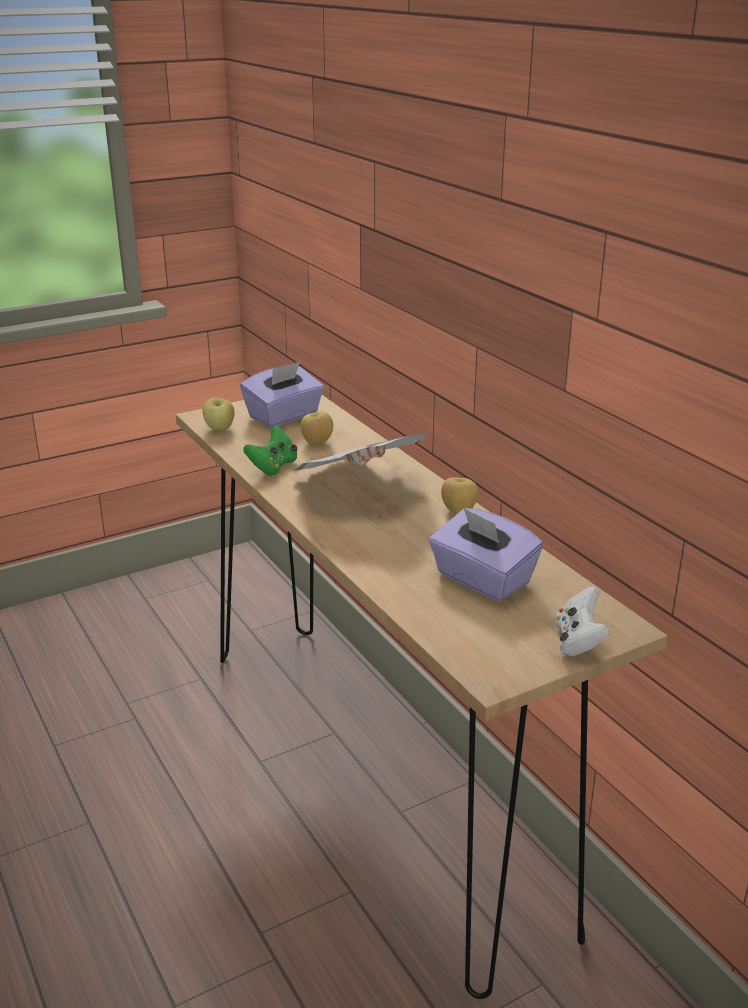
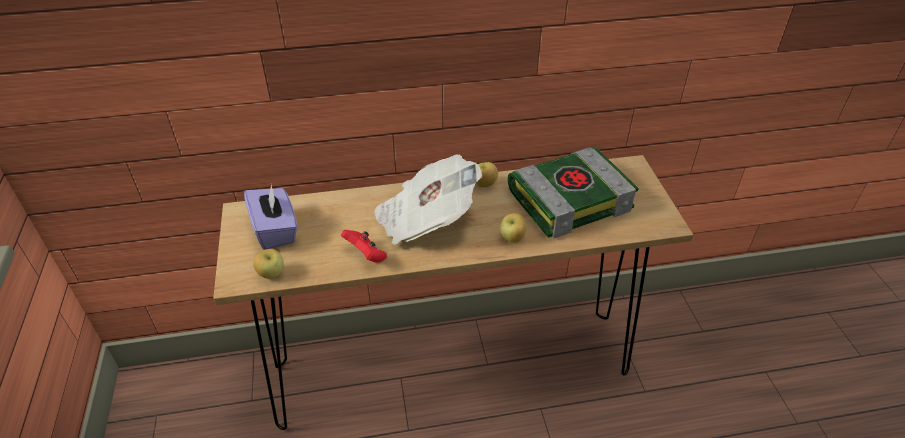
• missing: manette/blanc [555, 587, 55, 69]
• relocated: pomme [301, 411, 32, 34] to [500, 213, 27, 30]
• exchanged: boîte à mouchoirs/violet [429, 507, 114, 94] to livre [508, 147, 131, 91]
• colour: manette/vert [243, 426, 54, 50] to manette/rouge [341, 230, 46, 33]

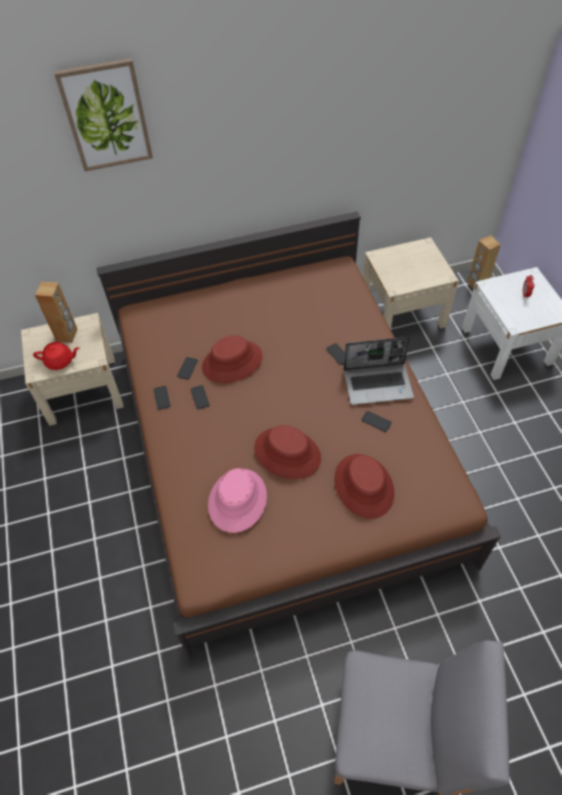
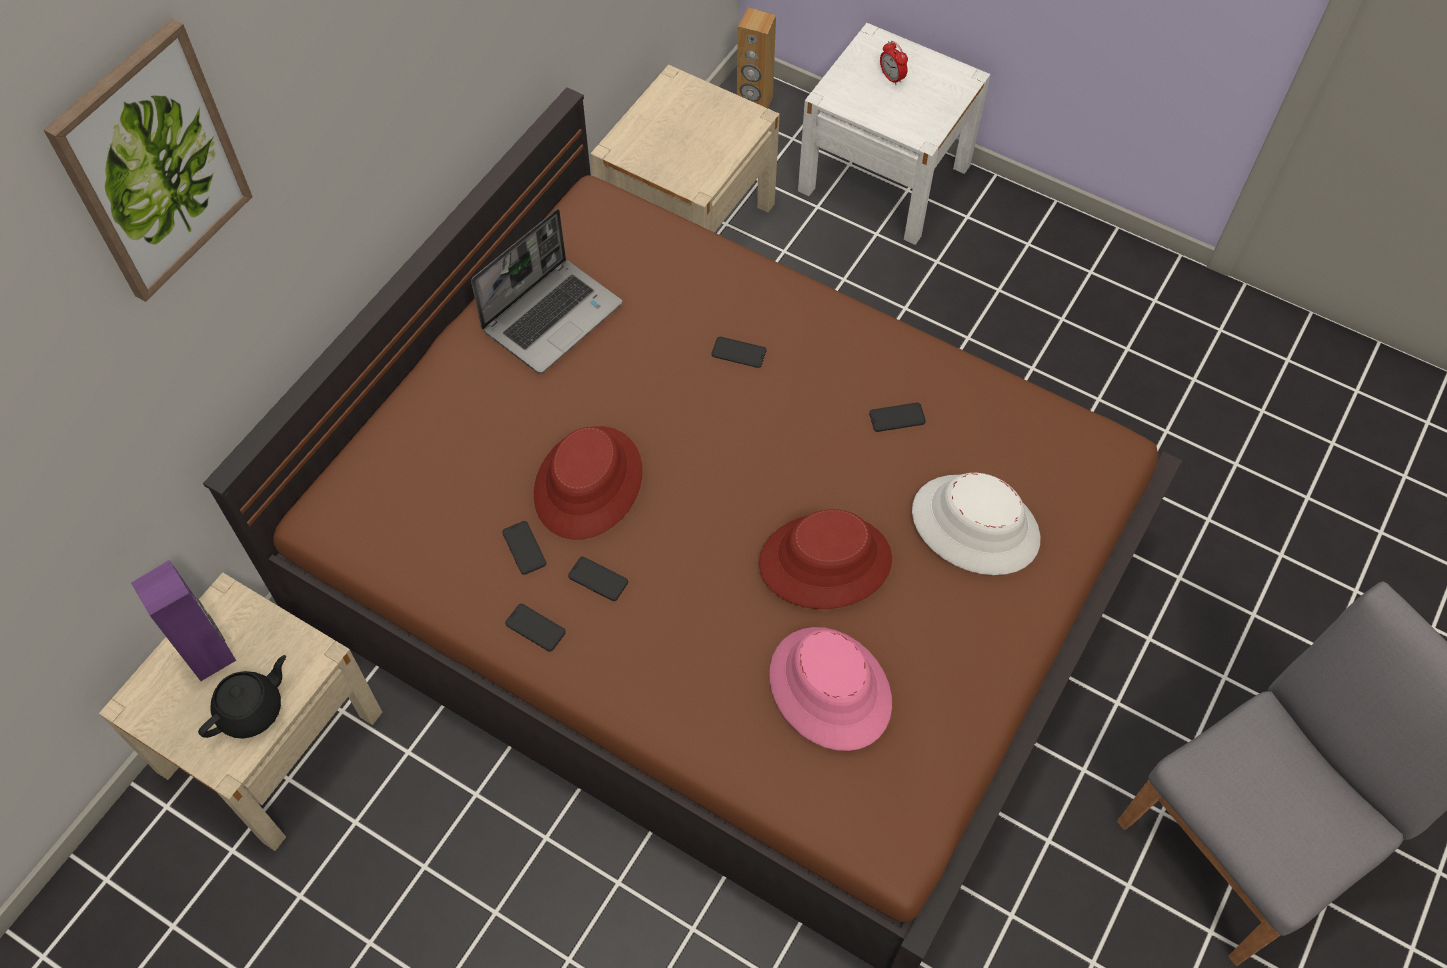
• relocated: ordinateur portable [343, 337, 71, 68] to [471, 209, 151, 164]
• colour: théière/rouge [33, 342, 46, 28] to théière/noir [198, 655, 88, 84]
• colour: enceinte/marron [35, 282, 43, 61] to enceinte/violet [131, 560, 105, 121]
• colour: chapeau/rouge [334, 454, 60, 65] to chapeau/blanc [912, 473, 128, 102]

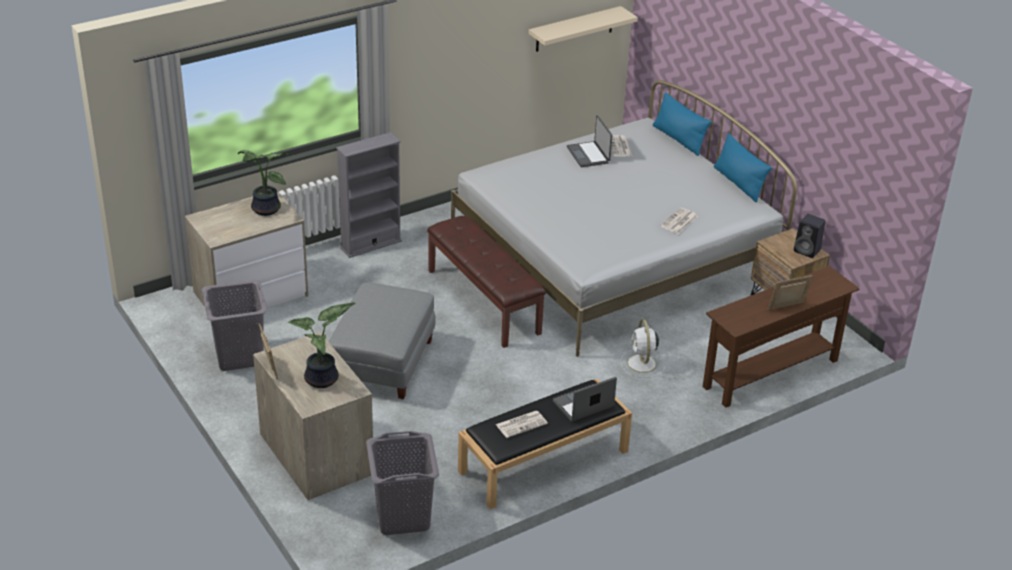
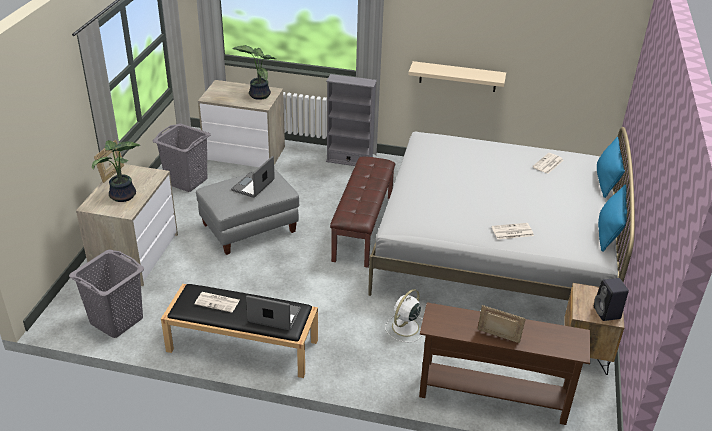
• relocated: étagère/beige [529, 6, 109, 46] to [408, 61, 98, 31]
• relocated: ordinateur portable [567, 115, 45, 52] to [231, 156, 44, 42]

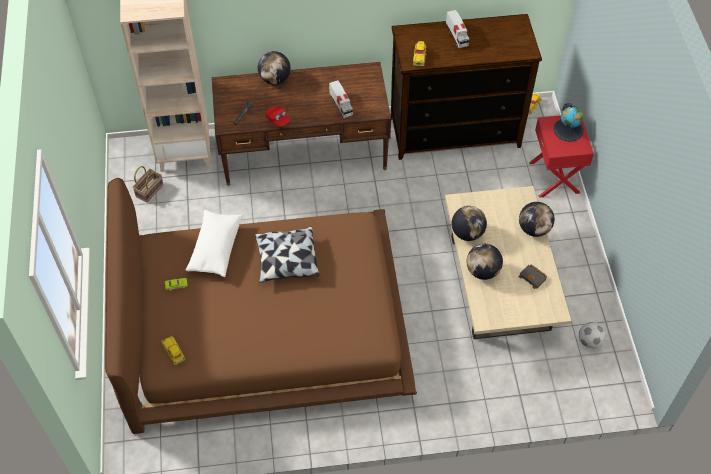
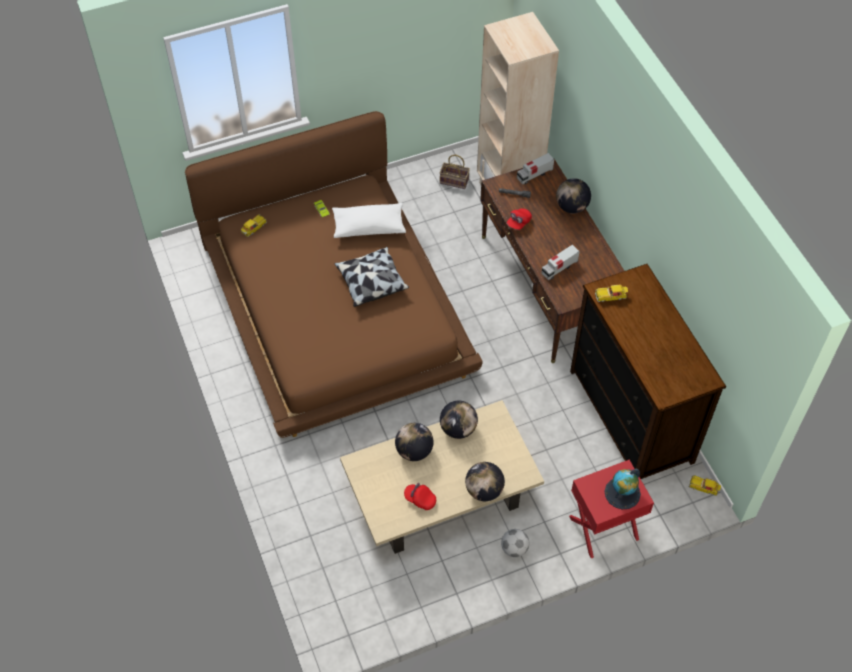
• relocated: camion jouet [446, 10, 23, 38] to [517, 153, 37, 32]
• relocated: ballon de foot [579, 322, 26, 26] to [501, 529, 28, 28]
• exchanged: livre/noir [519, 265, 28, 24] to casquette/rouge [404, 483, 32, 27]

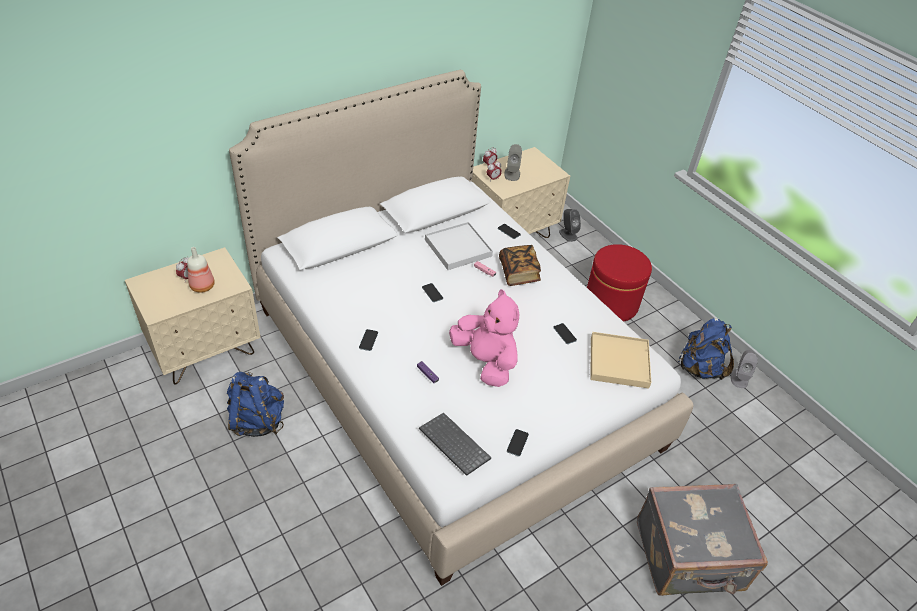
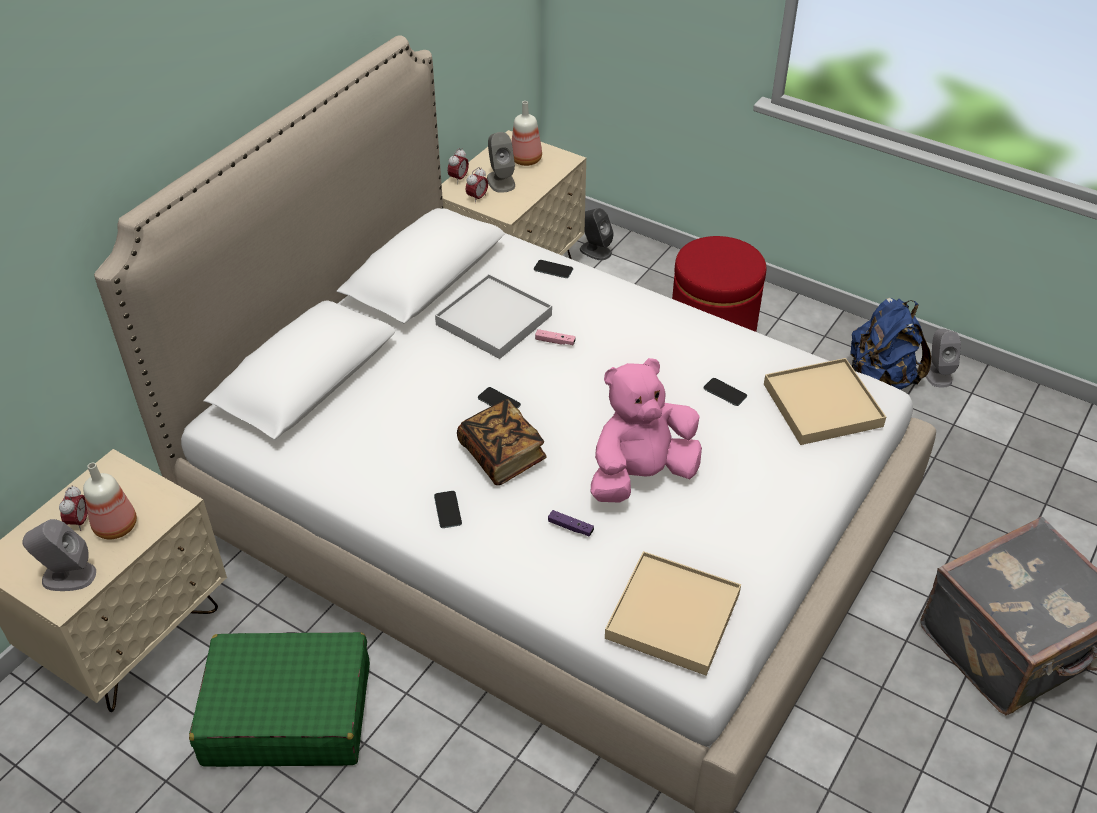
• missing: téléphone [507, 429, 22, 27]
• appeared: enceinte/gris [22, 519, 74, 72]
• appeared: bouteille [511, 101, 31, 65]
• relocated: livre [499, 245, 42, 41] to [457, 399, 90, 86]
• exchanged: sac à dos/bleu [227, 372, 57, 65] to valise/vert [189, 632, 181, 135]
• exchanged: clavier [419, 413, 72, 63] to plateau/beige [605, 551, 136, 125]
• spun: peluche/rose [449, 289, 70, 98] = [591, 358, 111, 145] 60 degrees counterclockwise

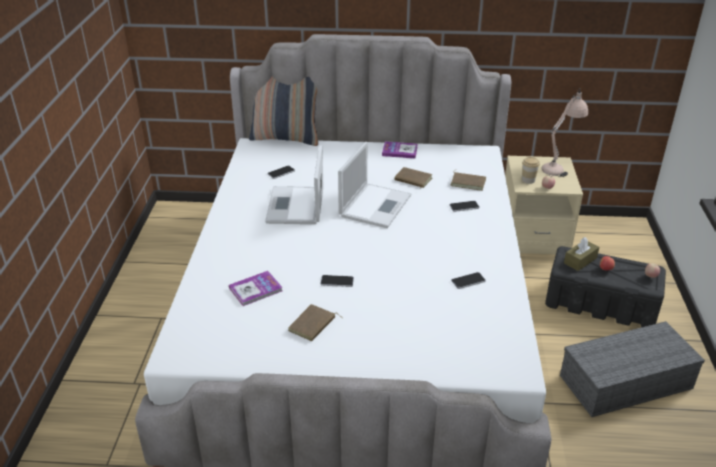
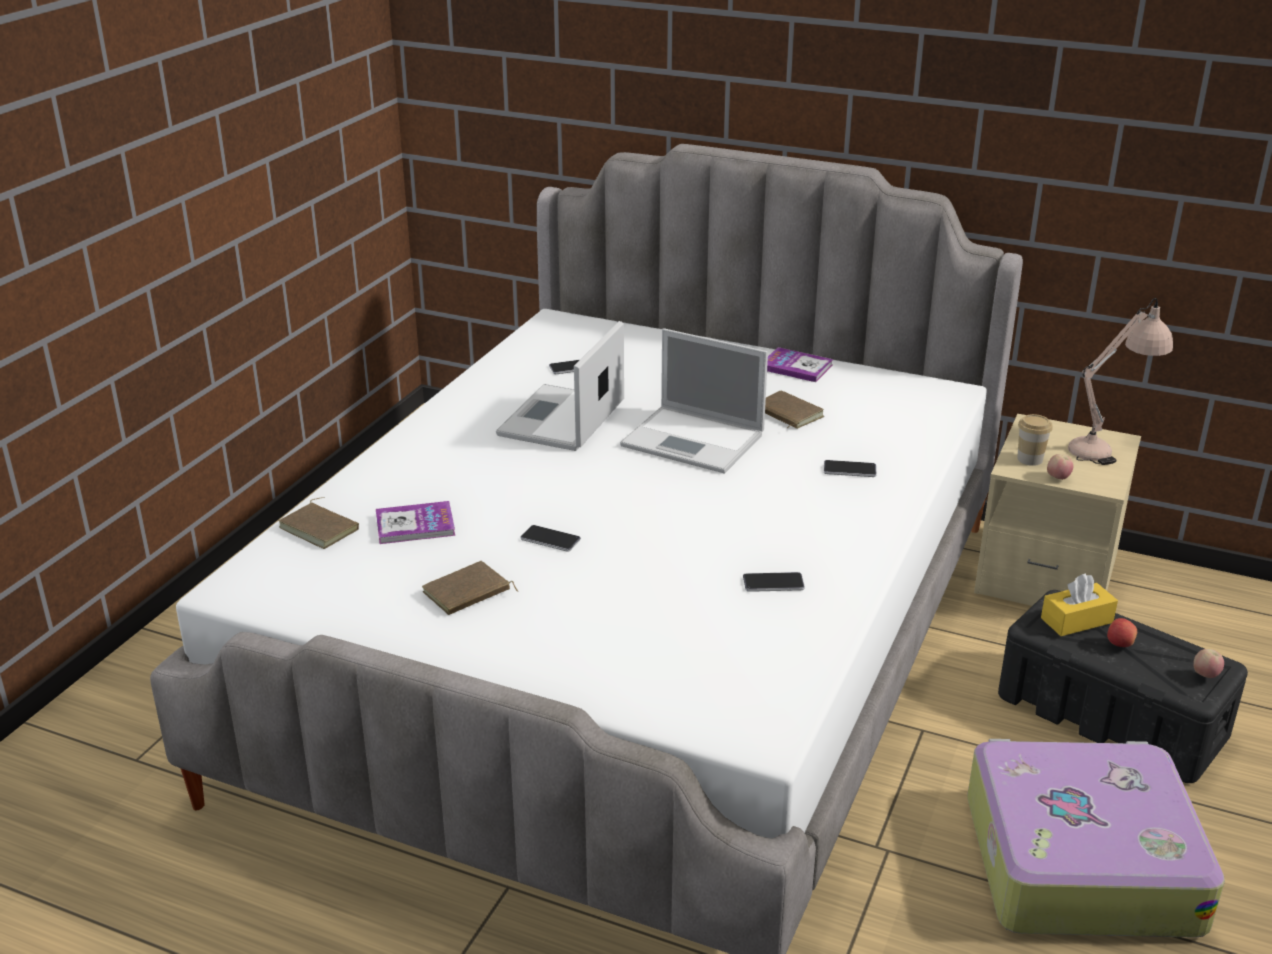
• missing: coussin [249, 76, 69, 70]
• relocated: livre/marron [450, 169, 36, 22] to [279, 497, 80, 52]
• exchanged: boîte de rangement/gris [560, 321, 145, 96] to valise [967, 739, 258, 199]
• colour: boîte à mouchoirs/marron [564, 237, 35, 34] to boîte à mouchoirs/jaune [1041, 573, 77, 63]
• spun: ordinateur portable [338, 142, 73, 86] = [620, 328, 148, 145] 75 degrees clockwise

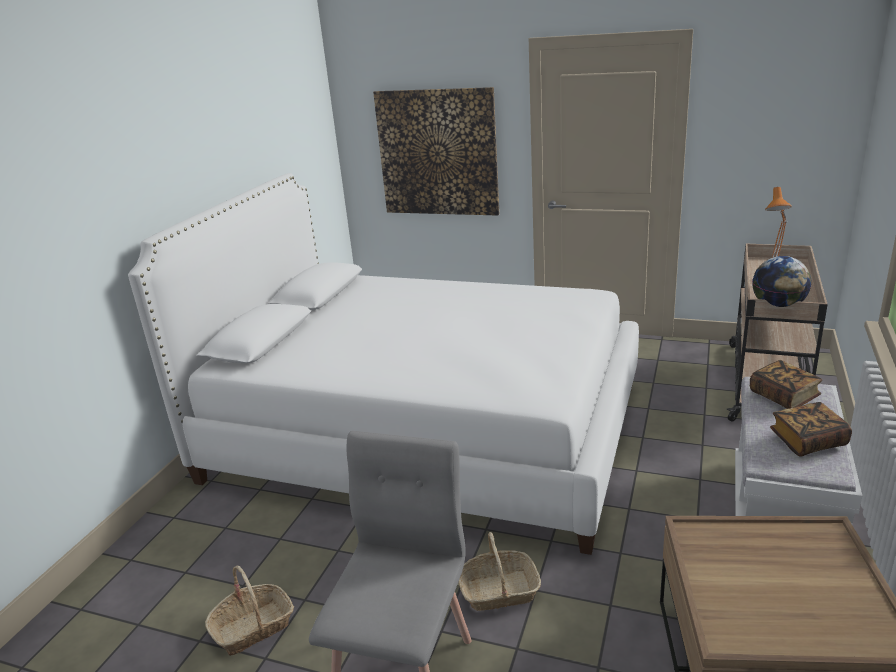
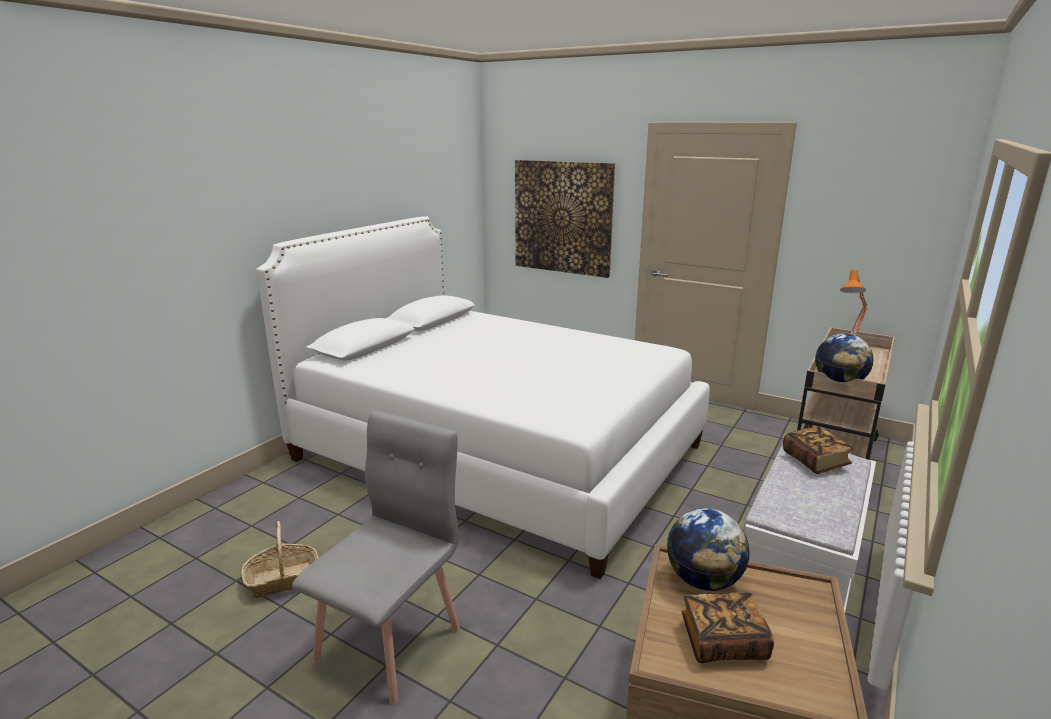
• missing: panier [459, 532, 82, 79]
• appeared: globe [667, 508, 83, 83]
• relocated: livre [770, 402, 82, 55] to [682, 592, 92, 71]

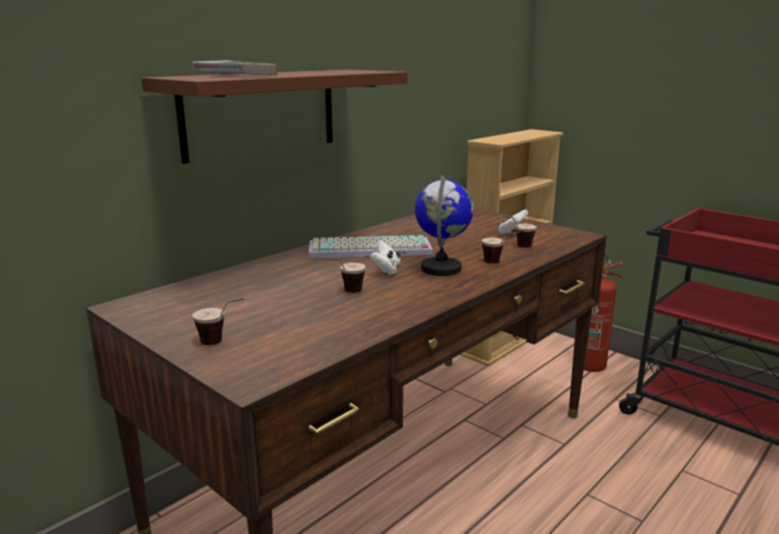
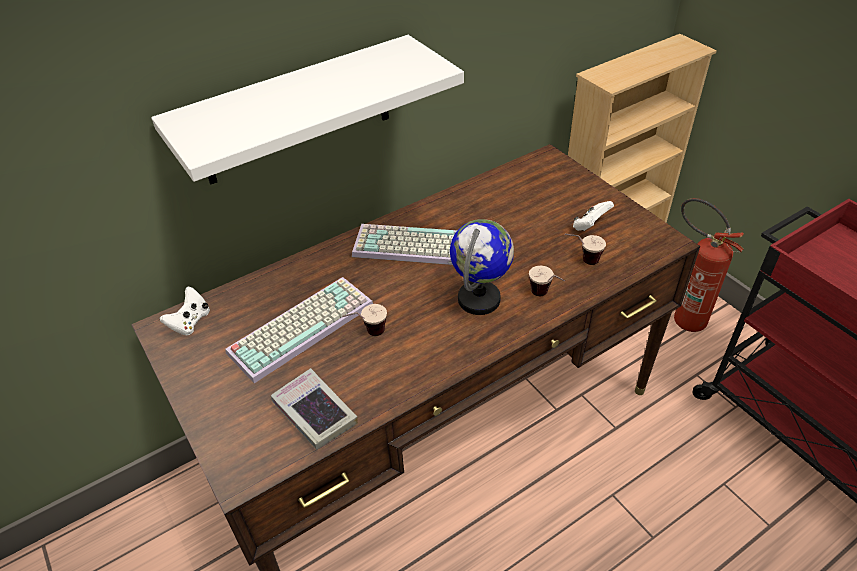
• missing: tasse [193, 298, 51, 47]
• appeared: clavier [225, 277, 148, 106]
• relocated: livre [192, 60, 85, 15] to [271, 368, 87, 82]
• relocated: manette/blanc [370, 240, 31, 35] to [160, 287, 50, 49]
• colour: étagère/marron [141, 70, 267, 94] to étagère/blanc [151, 35, 313, 149]

